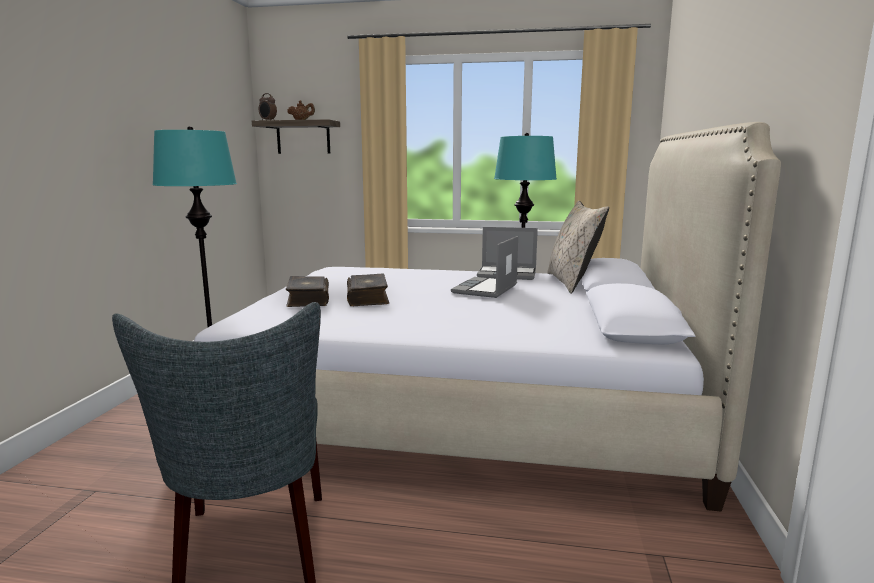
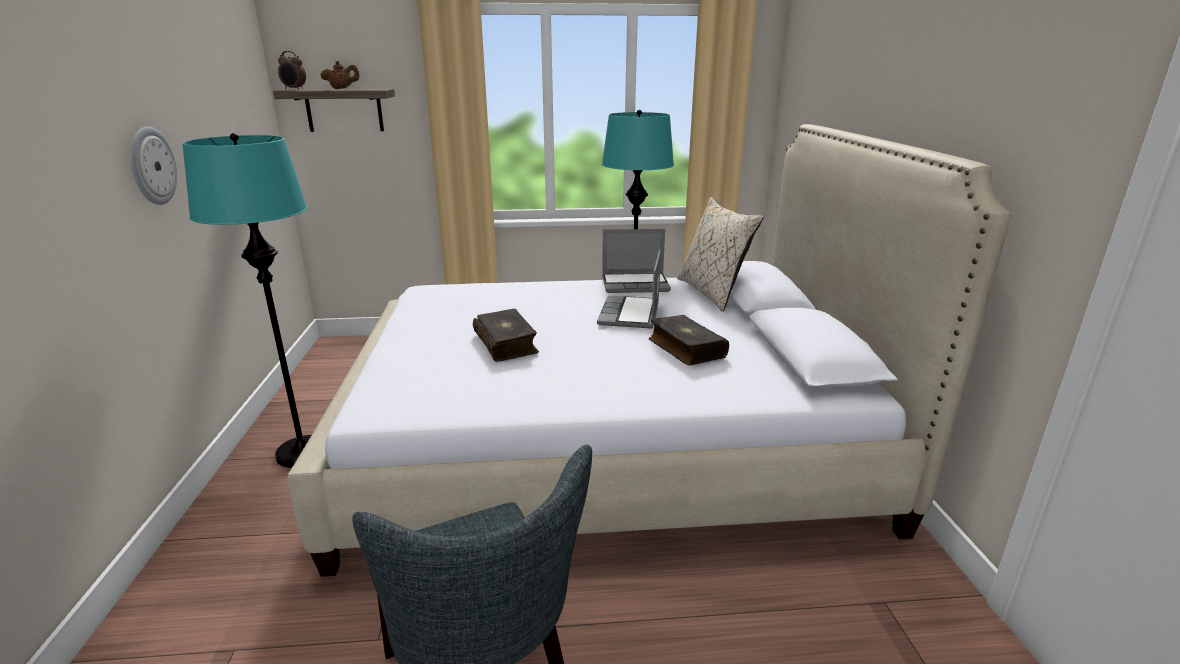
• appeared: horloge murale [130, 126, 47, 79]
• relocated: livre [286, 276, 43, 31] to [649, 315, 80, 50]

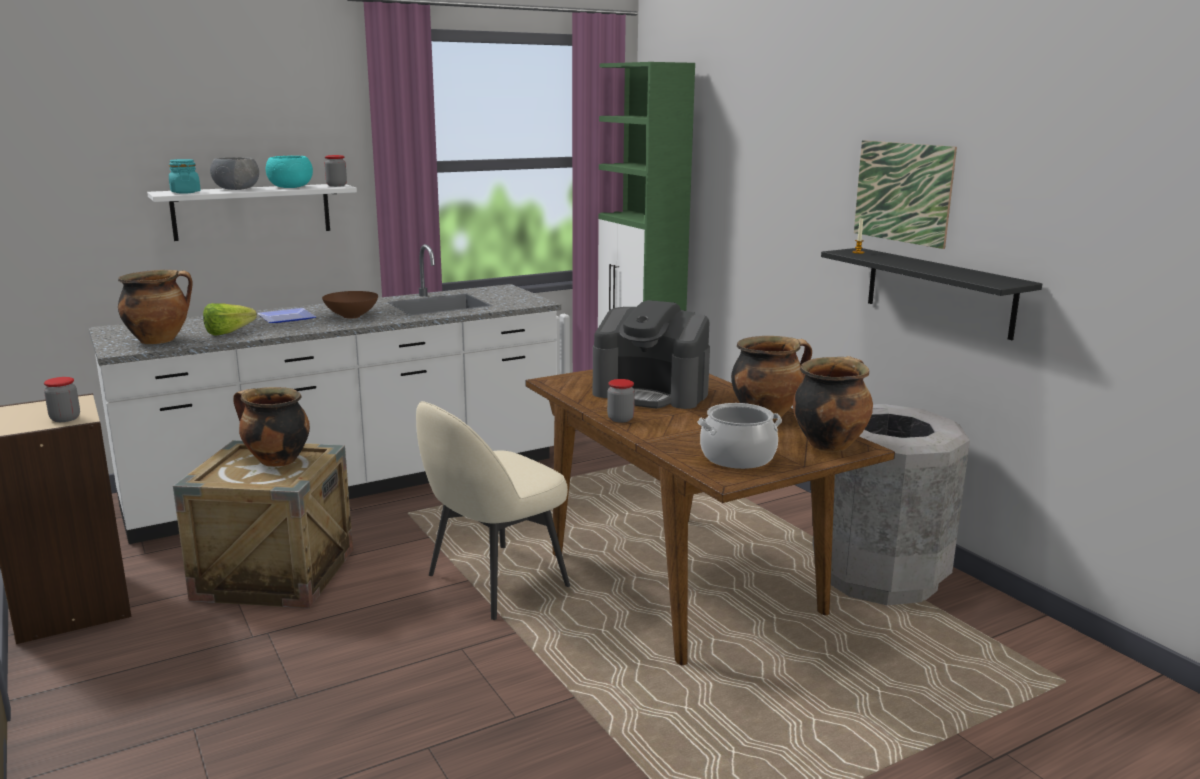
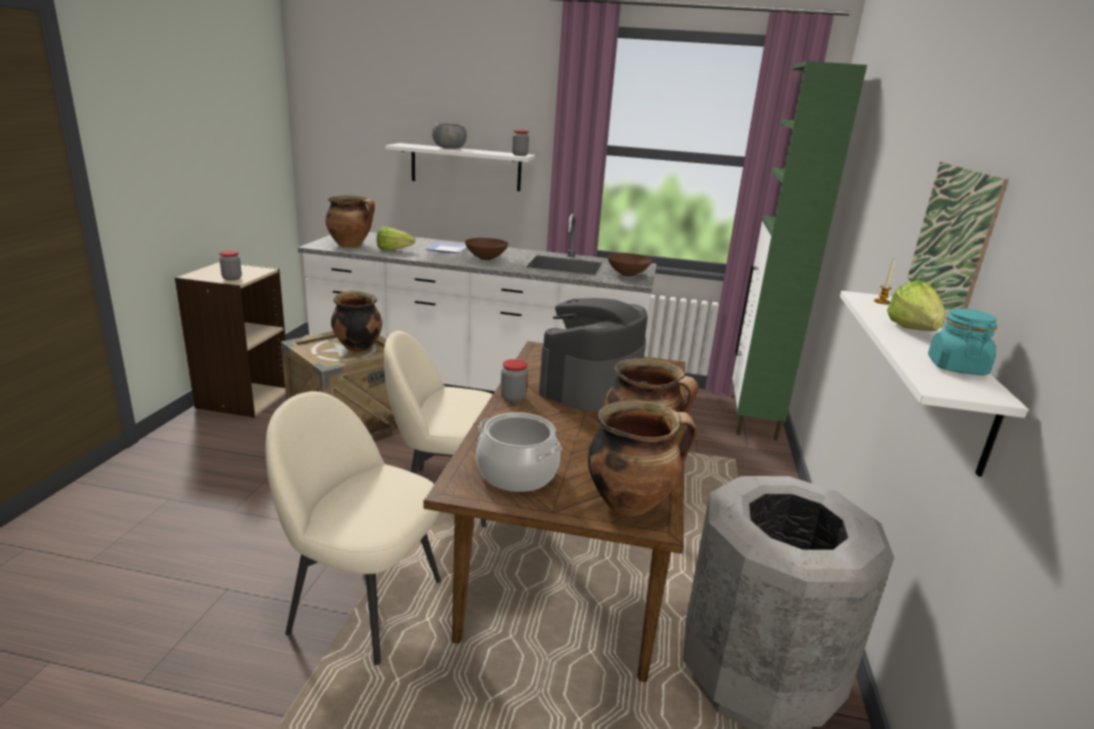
• missing: bol/turquoise [266, 156, 47, 32]
• appeared: chaise/beige [265, 391, 176, 274]
• appeared: bol/marron [607, 253, 45, 24]
• appeared: laitue [887, 280, 58, 51]
• relocated: bocal/turquoise [169, 159, 32, 35] to [928, 308, 69, 67]
• colour: étagère/noir [821, 248, 221, 92] to étagère/blanc [840, 291, 188, 186]
• spun: machine à café [593, 300, 117, 109] = [539, 298, 109, 113] 60 degrees clockwise

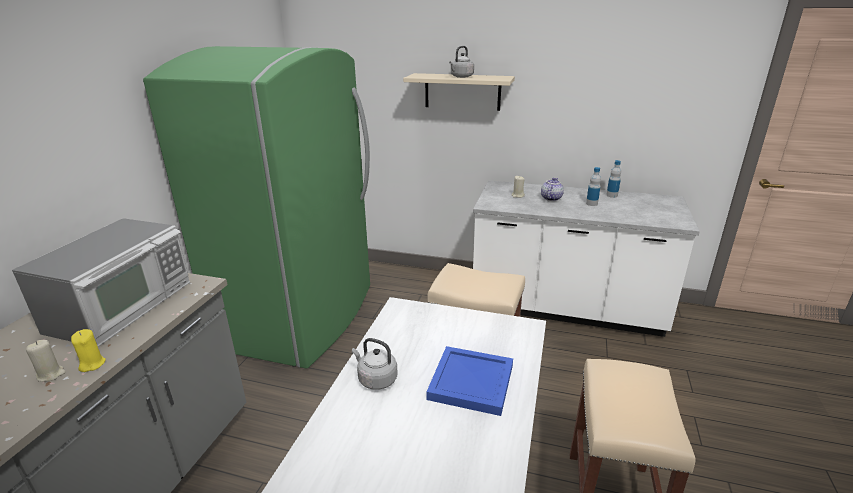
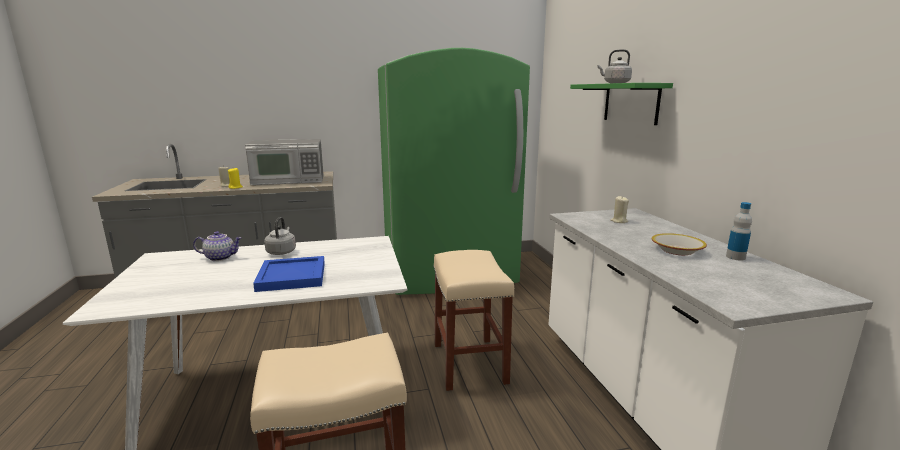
• relocated: théière [541, 178, 23, 23] to [193, 231, 49, 30]
• exchanged: bouteille [586, 167, 15, 39] to bol [652, 233, 55, 22]
• colour: étagère/beige [403, 73, 112, 38] to étagère/vert [570, 83, 103, 42]

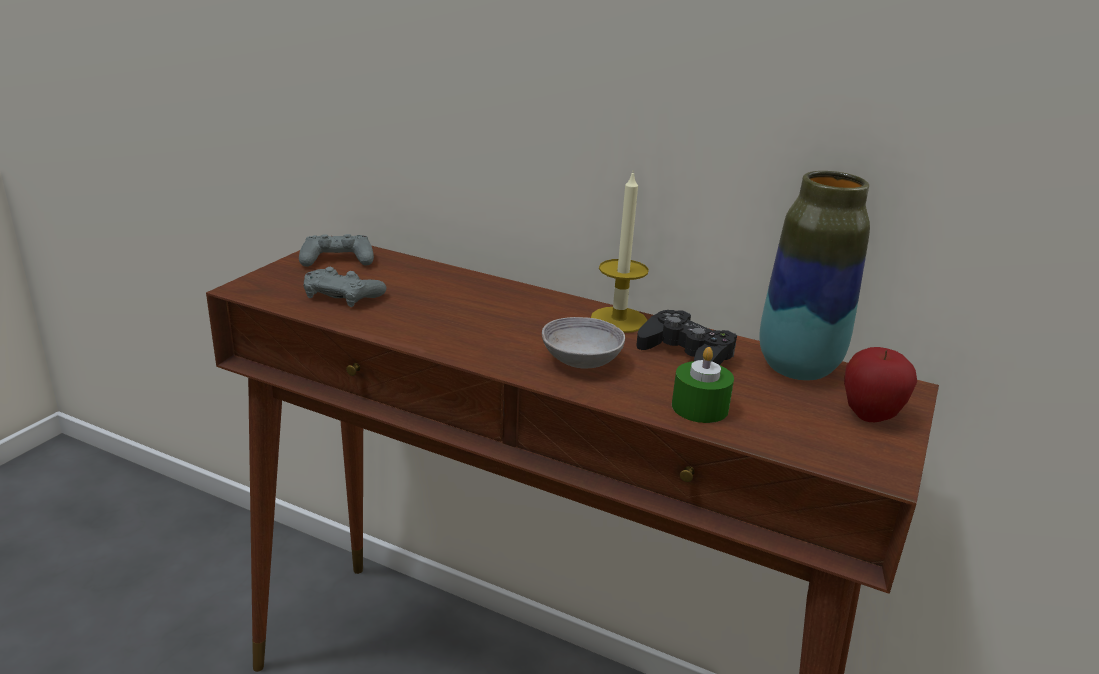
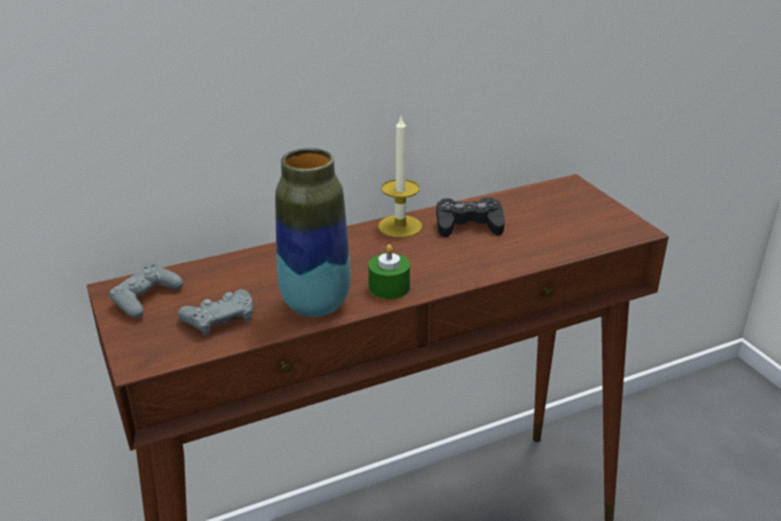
• missing: bol/gris [542, 317, 83, 52]
• missing: pomme [844, 347, 73, 75]
• relocated: bougie/vert [672, 347, 62, 76] to [368, 244, 42, 55]
• relocated: vase [759, 171, 111, 210] to [275, 148, 76, 169]

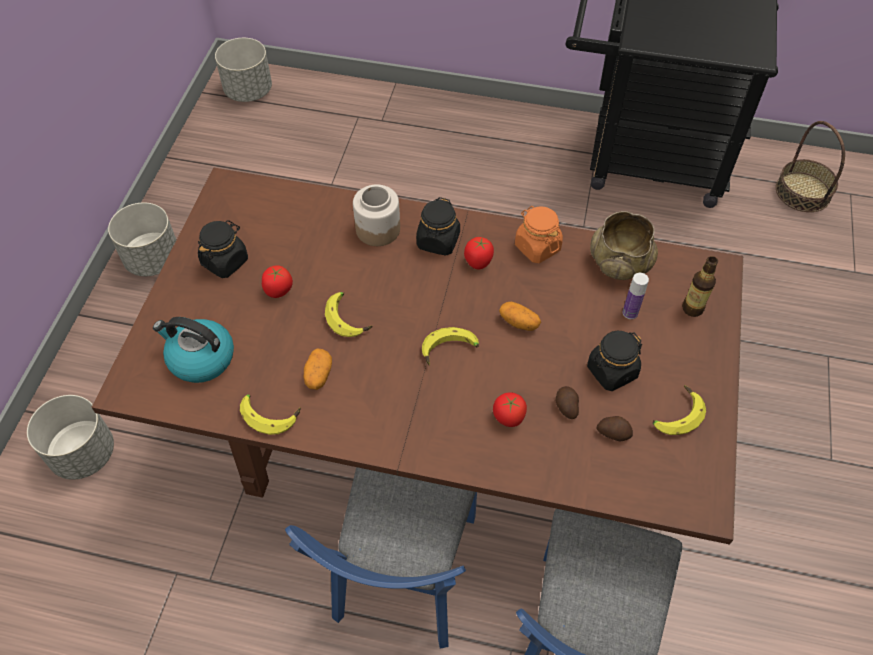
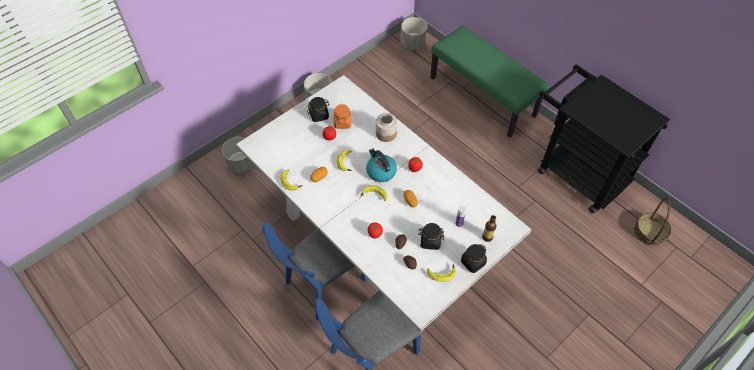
• missing: bol/beige [590, 211, 68, 69]
• appeared: banc/vert [430, 25, 119, 113]
• relocated: bouilloire [153, 317, 81, 66] to [366, 148, 31, 34]
• relocated: bocal/noir [416, 197, 44, 59] to [461, 244, 26, 29]
• relocated: bocal/orange [515, 206, 48, 57] to [334, 104, 17, 25]
• colour: table à manger/marron [91, 167, 652, 378] to table à manger/blanc [236, 75, 296, 257]

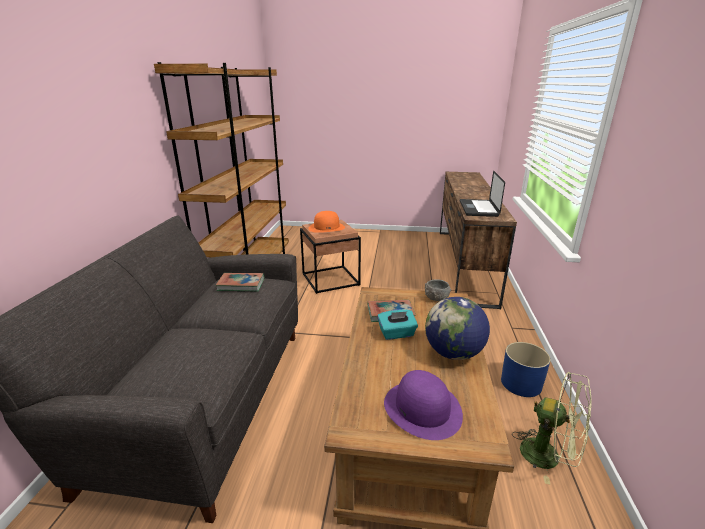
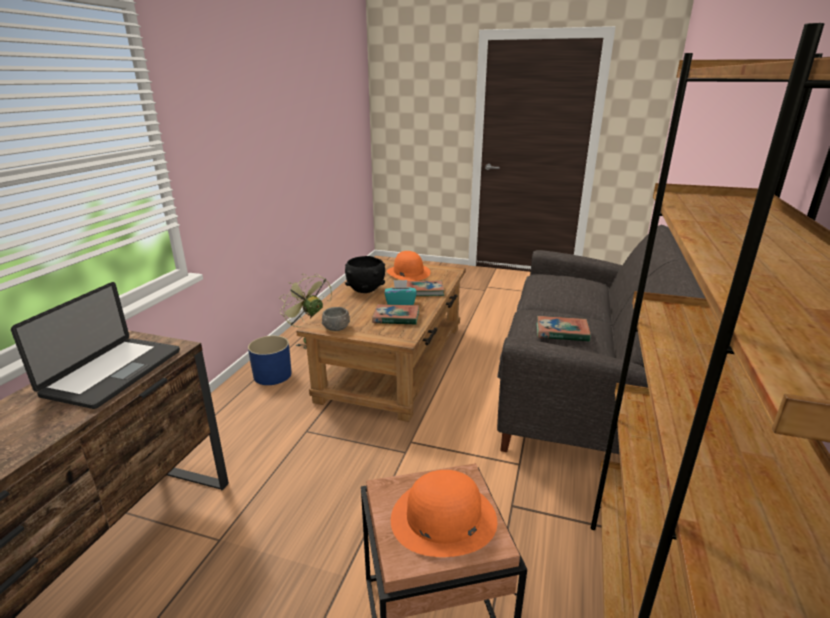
• appeared: livre [407, 281, 38, 15]
• exchanged: globe [425, 297, 65, 63] to bol/noir [345, 256, 40, 37]
• colour: chapeau/violet [384, 370, 79, 70] to chapeau/orange [387, 251, 43, 30]

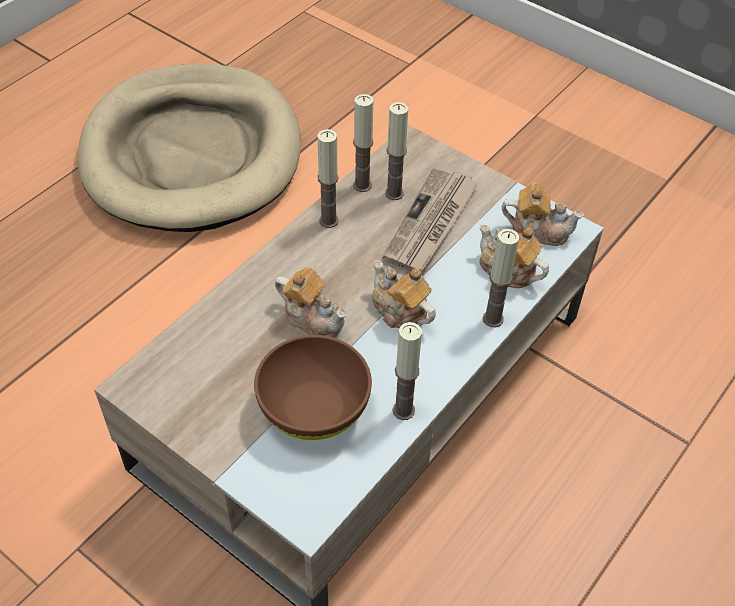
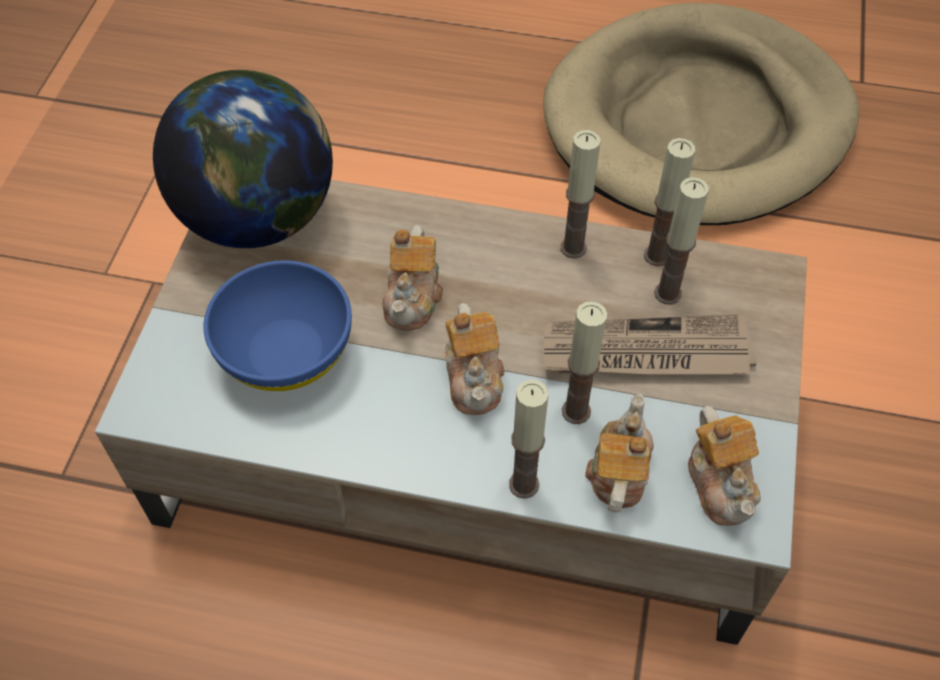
• appeared: globe [153, 70, 180, 178]
• relocated: bougie [392, 322, 30, 98] to [562, 301, 45, 123]
• colour: bol/marron [254, 335, 118, 105] to bol/bleu [203, 260, 149, 131]
• spun: théière [372, 260, 64, 68] = [445, 303, 59, 112] 150 degrees clockwise

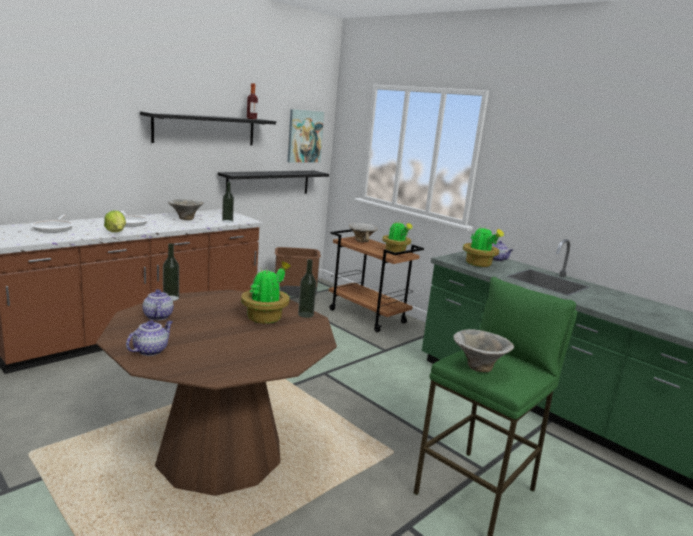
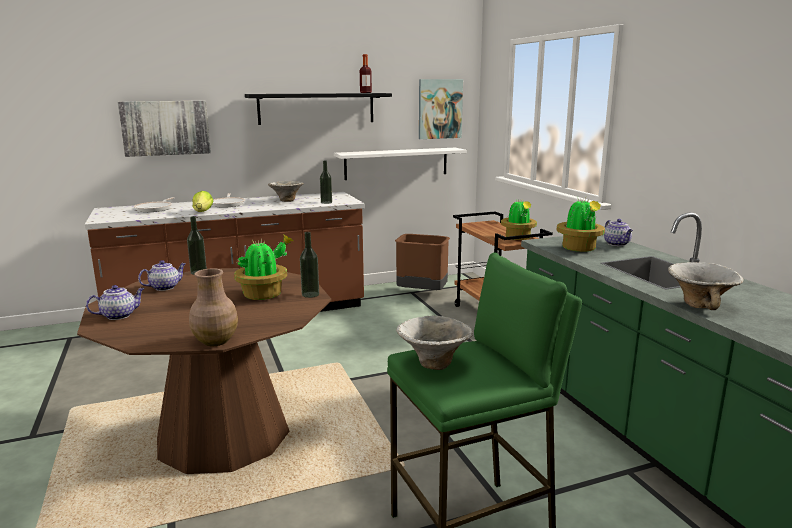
• appeared: tableau [118, 101, 93, 56]
• appeared: vase/marron [189, 268, 49, 78]
• relocated: bol [349, 223, 29, 19] to [668, 262, 76, 48]
• colour: étagère/noir [218, 171, 111, 23] to étagère/blanc [334, 148, 133, 32]
• spun: théière [142, 289, 32, 31] = [138, 260, 48, 31] 45 degrees clockwise

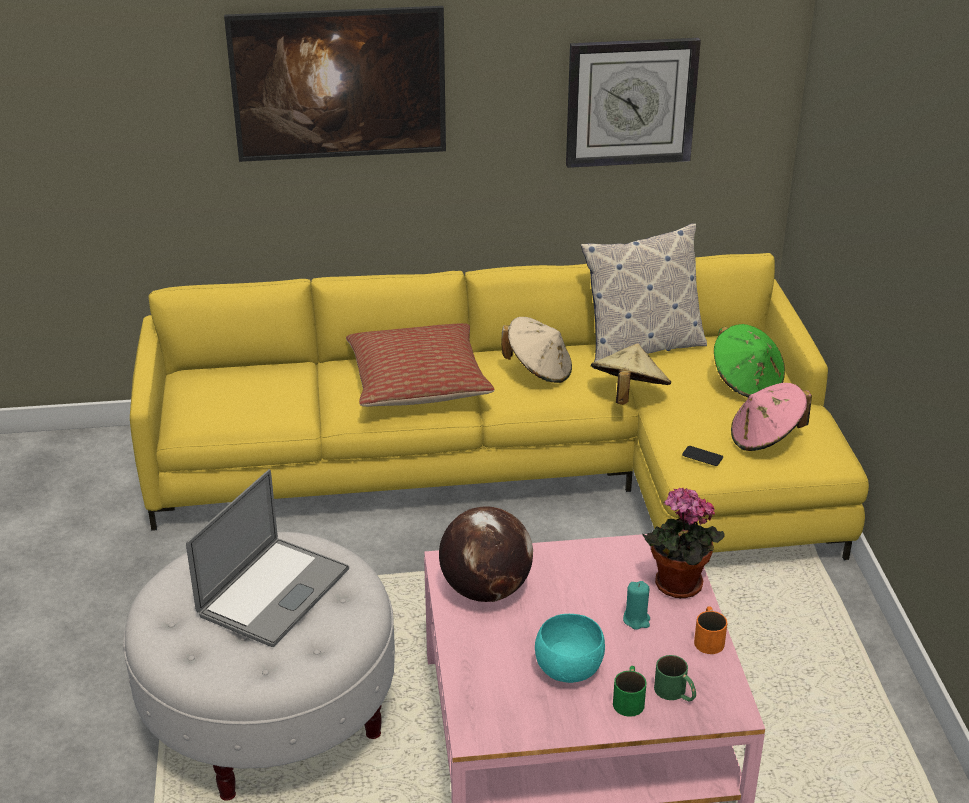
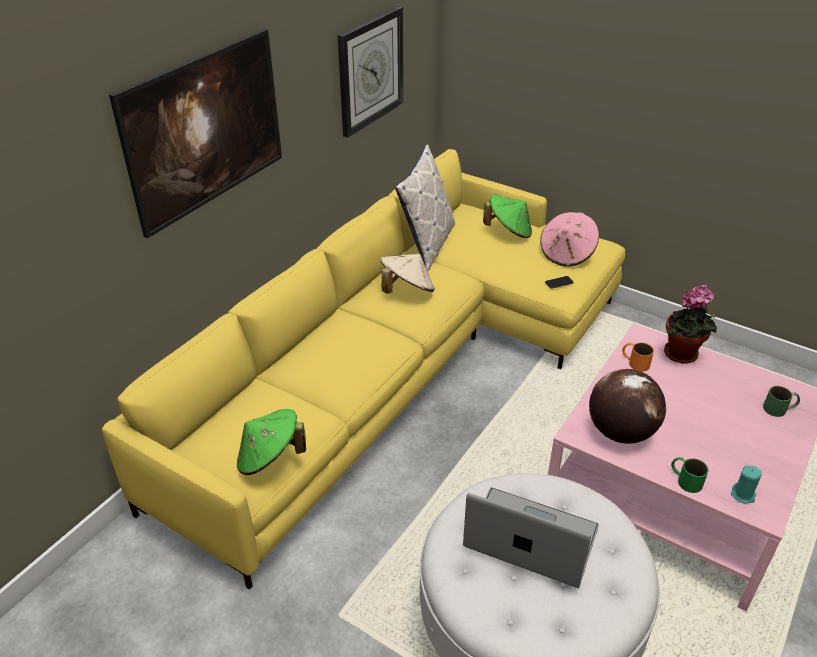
• missing: coussin [346, 323, 149, 84]
• missing: bol/turquoise [535, 614, 70, 69]
• missing: chapeau/beige [591, 343, 80, 62]
• appeared: chapeau/vert [237, 409, 69, 66]
• relocated: mug/vert [613, 666, 34, 51] to [671, 457, 37, 36]
• relocated: bougie/turquoise [623, 581, 27, 49] to [731, 466, 31, 38]
• relocated: mug/orange [694, 606, 33, 48] to [622, 342, 32, 30]
• spun: ordinateur portable [186, 470, 163, 177] = [463, 487, 136, 101] 45 degrees counterclockwise

